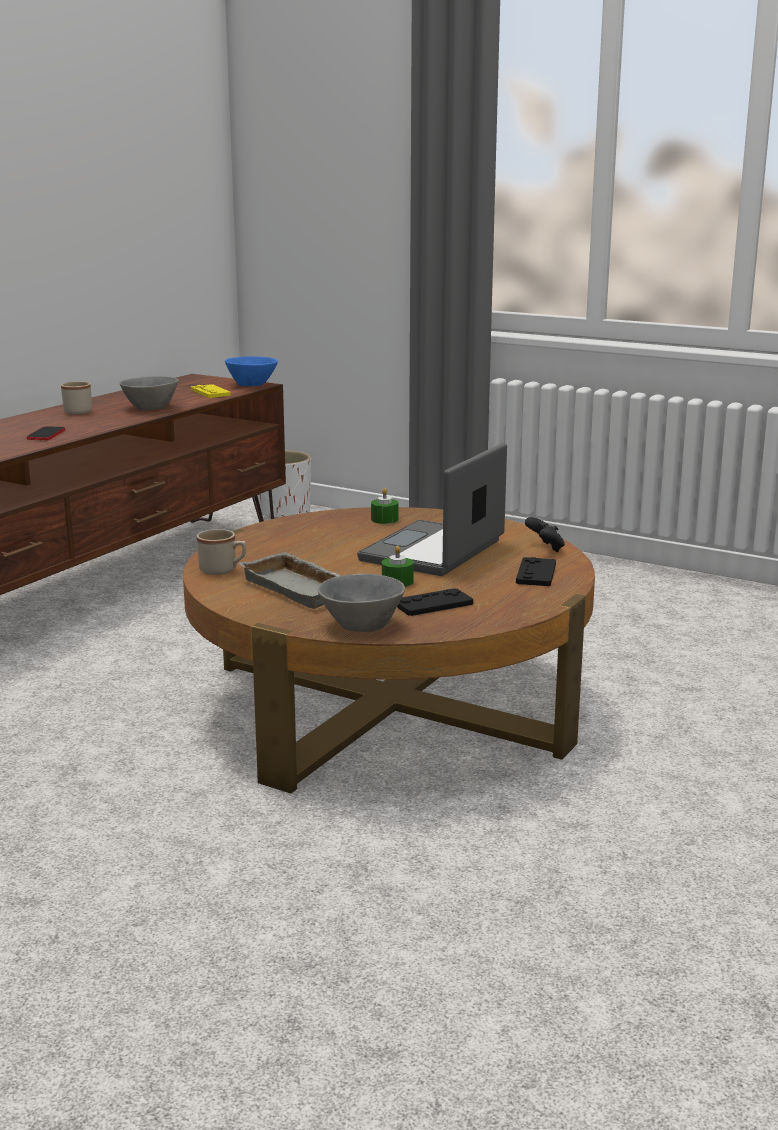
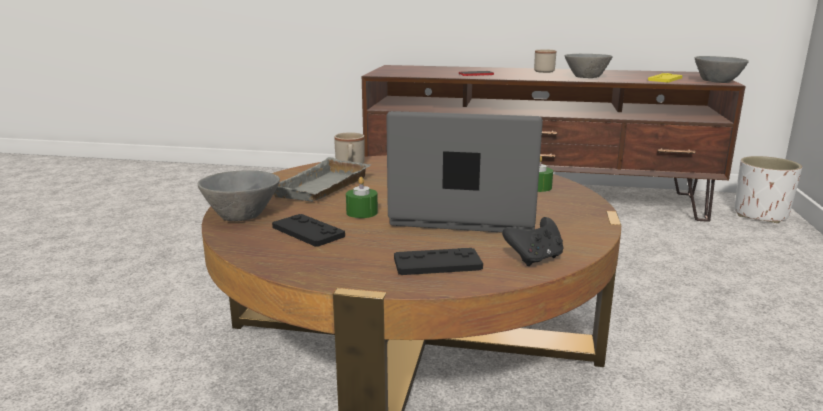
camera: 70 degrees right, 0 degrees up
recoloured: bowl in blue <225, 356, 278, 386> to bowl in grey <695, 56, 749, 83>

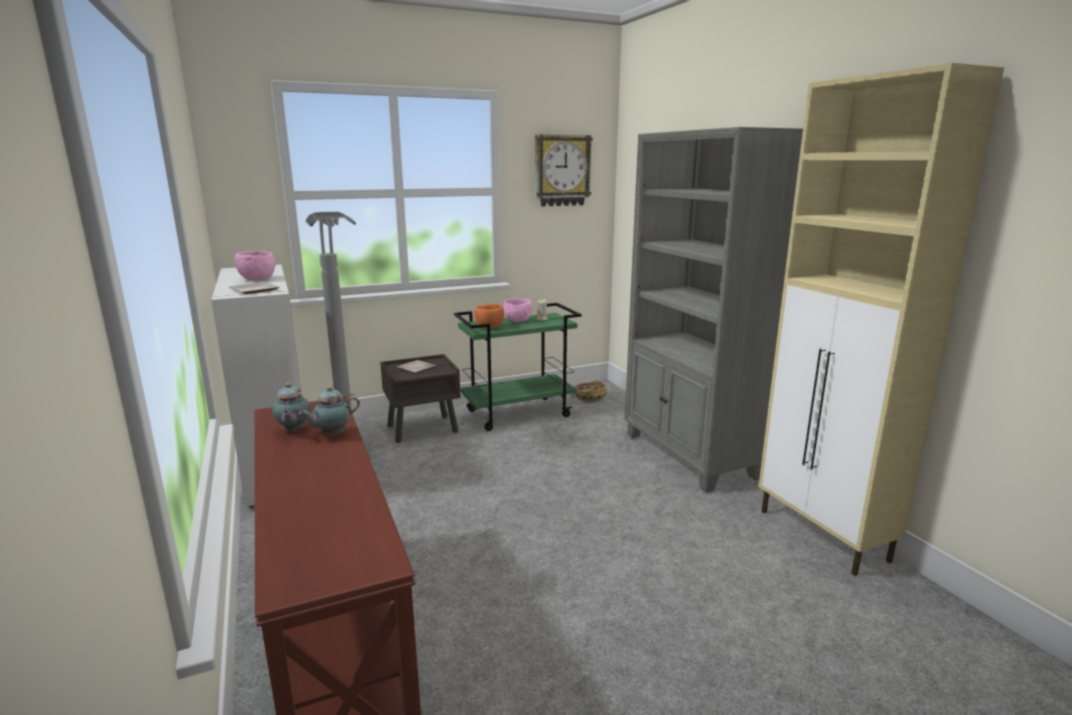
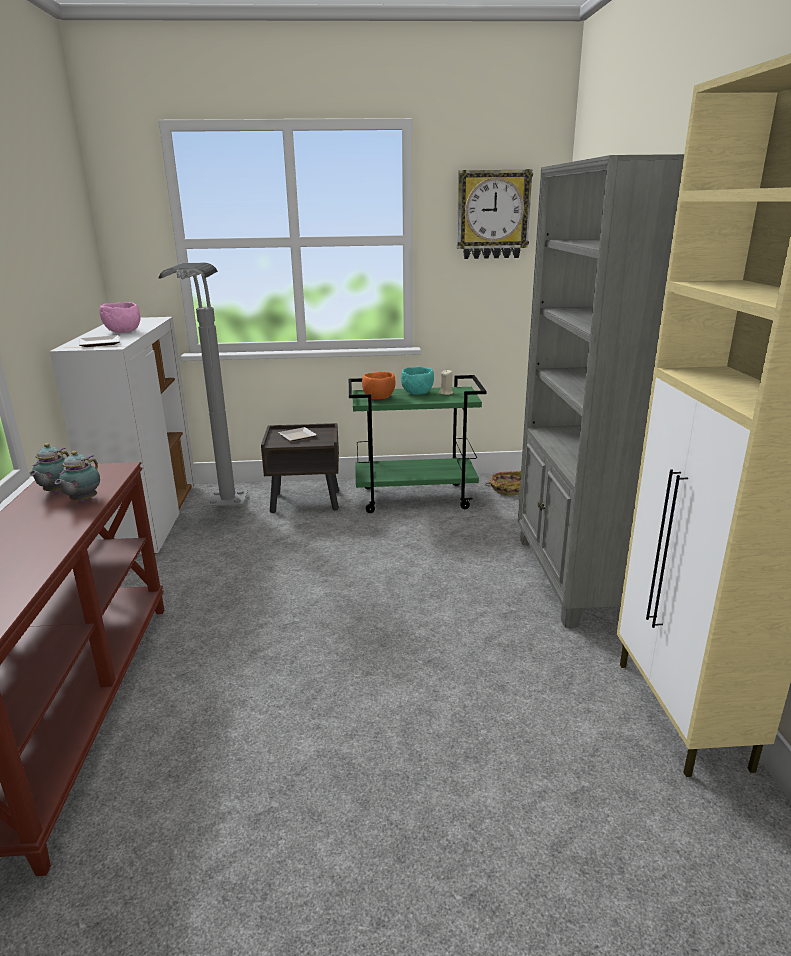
camera: 20 degrees right, 5 degrees up
recoloured: bowl in pink <503, 298, 532, 322> to bowl in turquoise <401, 367, 434, 395>
turned: teapot <299, 386, 360, 436> = <55, 451, 100, 502> 60 degrees counterclockwise

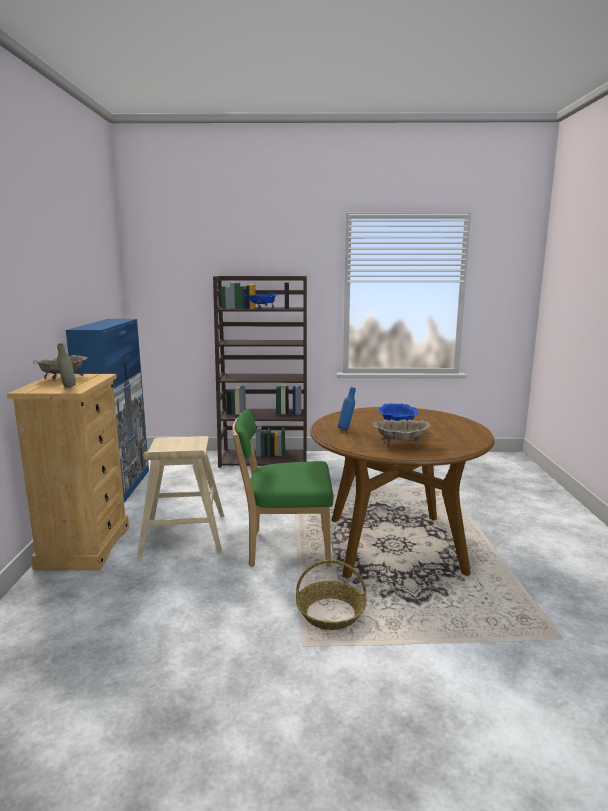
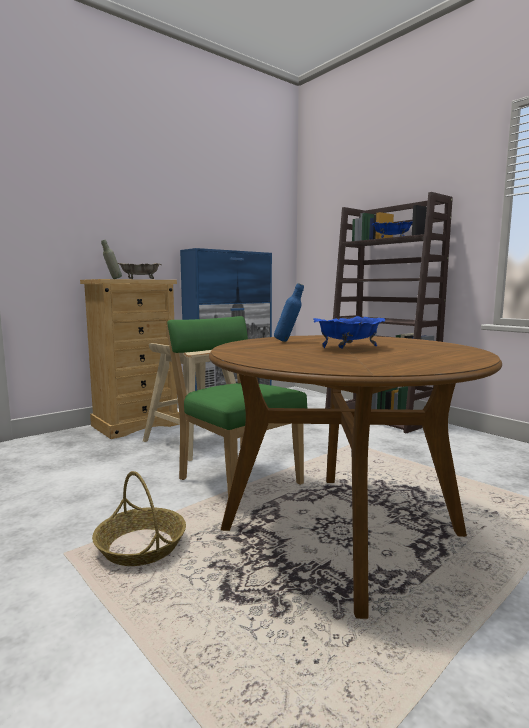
camera: 50 degrees right, 5 degrees down
removed: bowl in beige <373, 419, 431, 448>

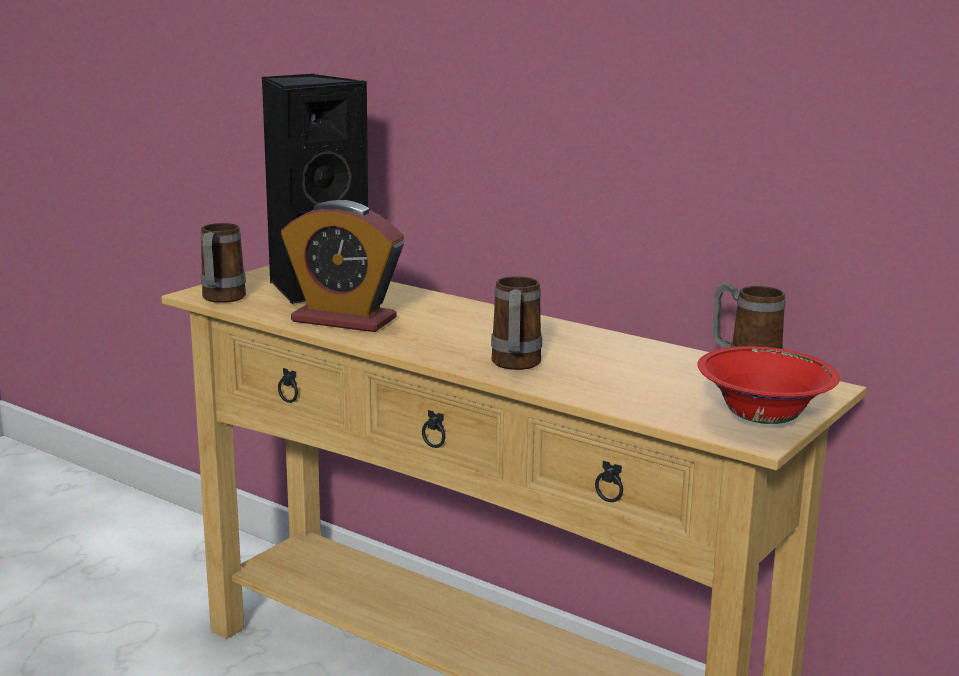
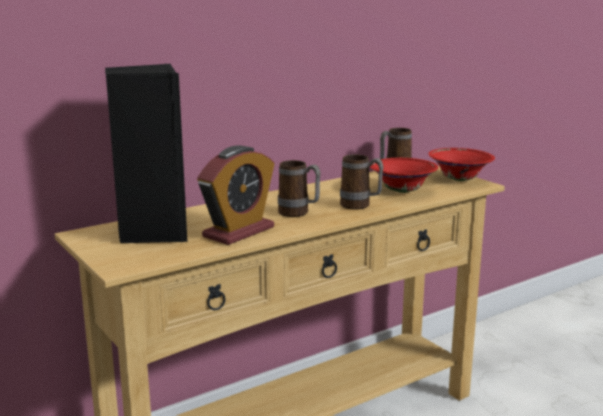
camera: 70 degrees left, 0 degrees up
added: bowl in red <370, 158, 439, 193>
moved: mug <201, 223, 246, 303> to <278, 160, 321, 217>

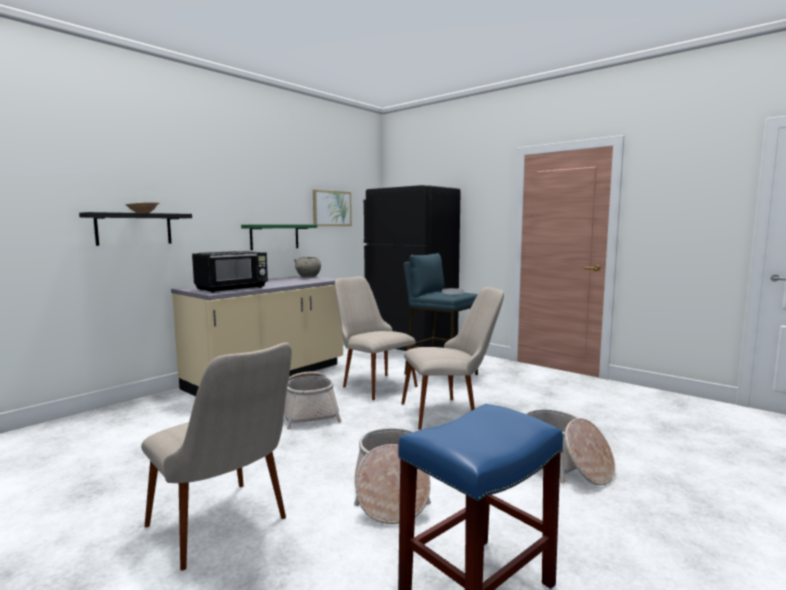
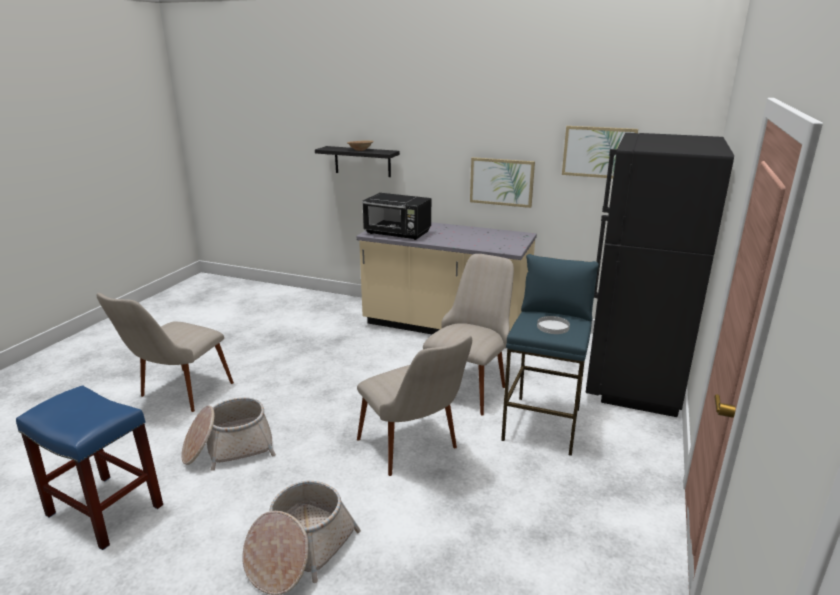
camera: 70 degrees right, 15 degrees up
removed: basket <284, 371, 342, 430>; bowl in grey <294, 257, 321, 278>
replaced: shelf in green <241, 225, 317, 250> to picture <470, 157, 535, 208>

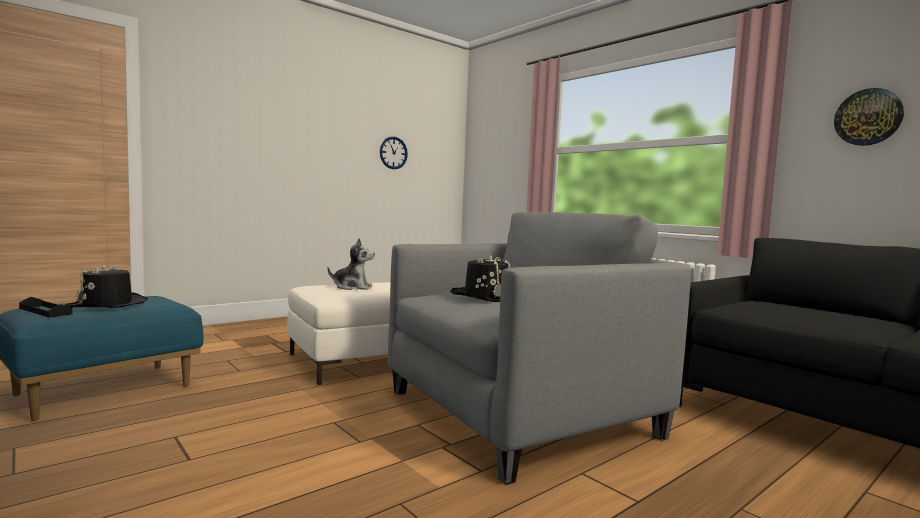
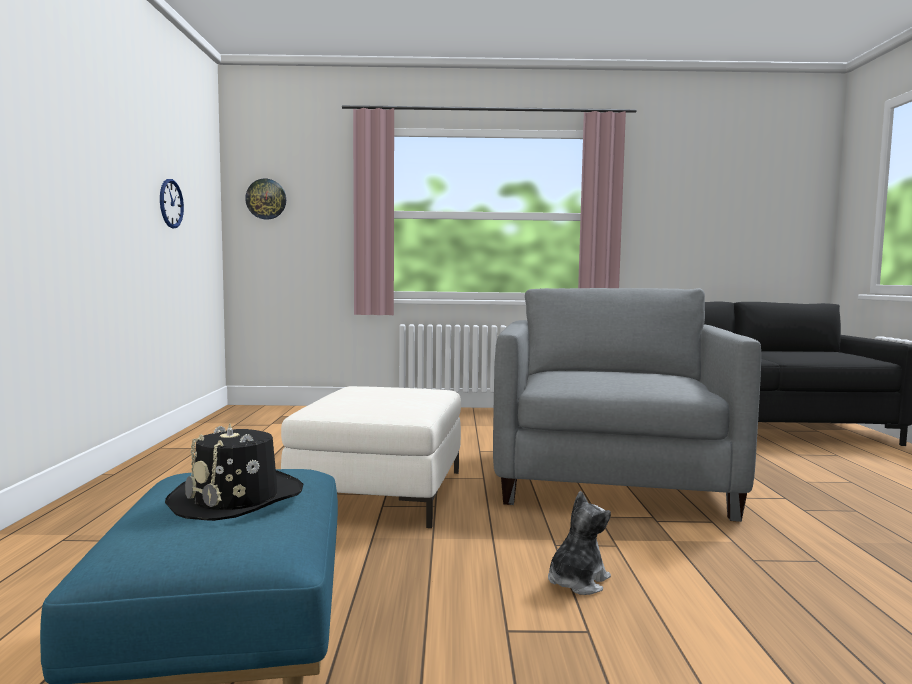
camera: 50 degrees left, 0 degrees up
removed: tray in black <19, 297, 73, 317>; hat in black <450, 254, 510, 302>
moved: plush toy <328, 238, 375, 290> to <548, 491, 611, 595>; wall clock <834, 88, 904, 146> to <245, 179, 286, 220>

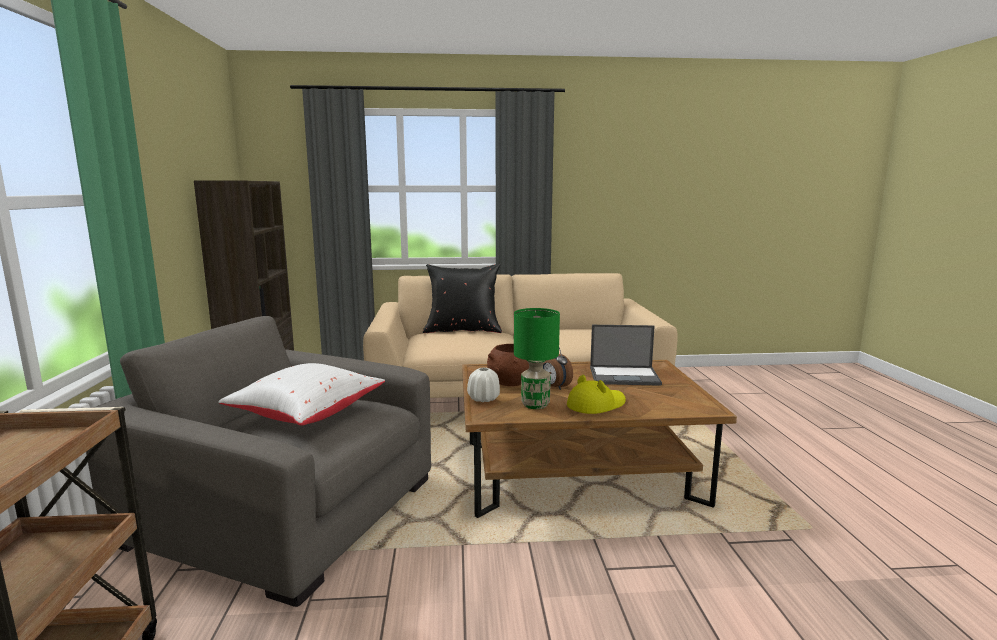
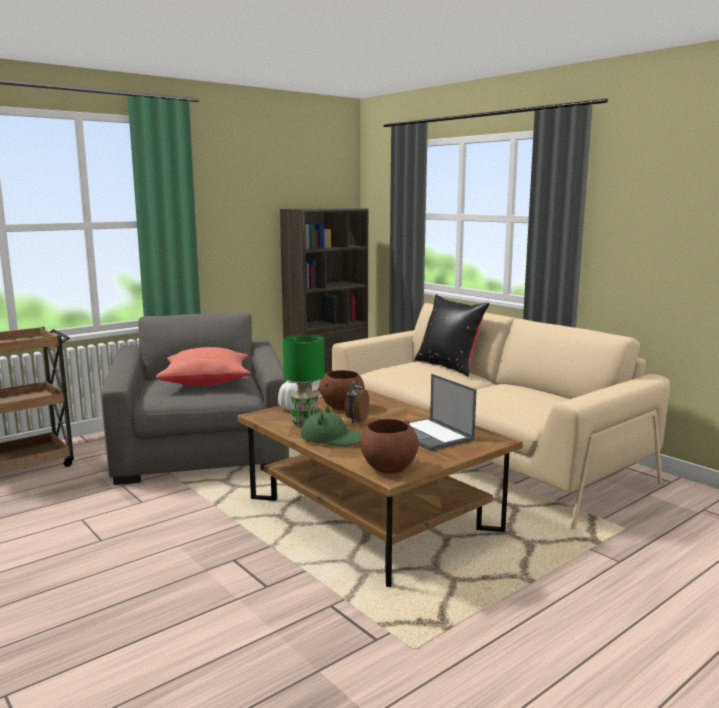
camera: 55 degrees right, 0 degrees up
added: bowl in brown <360, 419, 419, 474>
recoloured: pillow in white <218, 363, 385, 426> to pillow in red <156, 347, 250, 386>; hat in yellow <567, 375, 626, 414> to hat in green <301, 406, 362, 446>

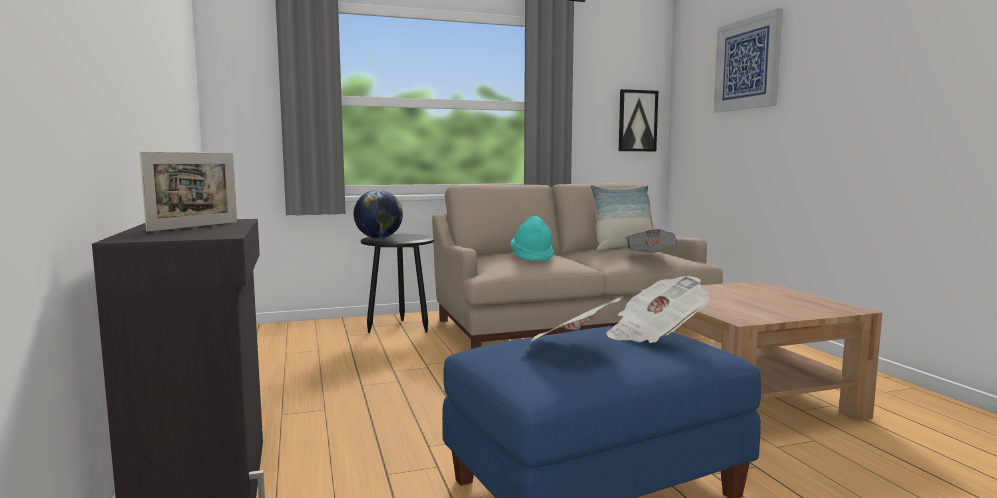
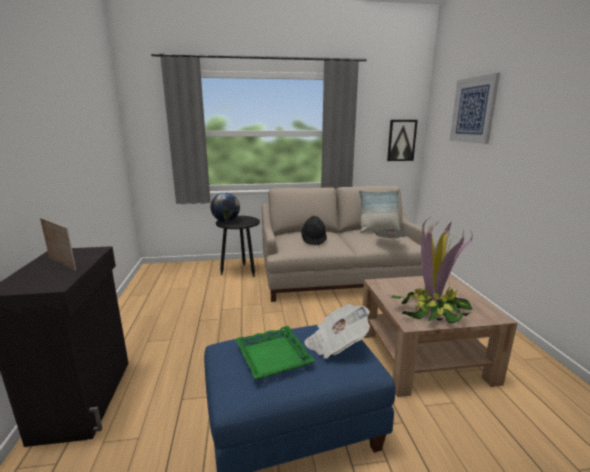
camera: 10 degrees right, 10 degrees up
added: potted plant <391, 217, 473, 323>
replaced: newspaper <523, 296, 624, 346> to tray in green <235, 326, 315, 379>
recoloured: hat in turquoise <510, 216, 554, 261> to hat in black <301, 216, 327, 245>
turned: picture frame <140, 151, 237, 232> = <40, 217, 76, 271> 90 degrees counterclockwise

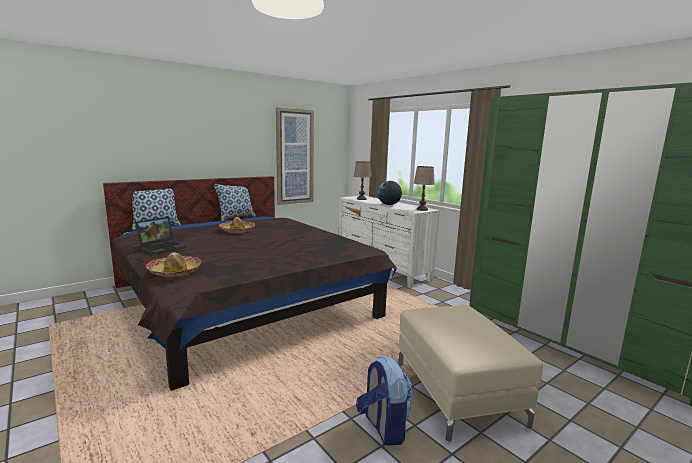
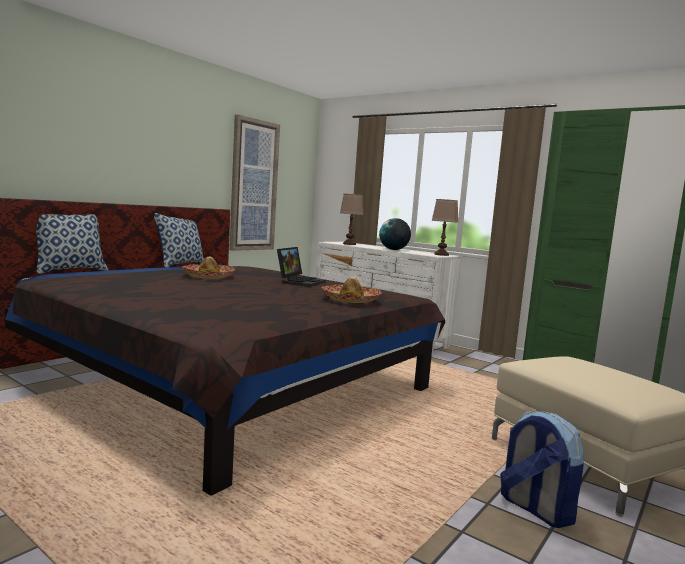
camera: 15 degrees left, 5 degrees down
moved: laptop <135, 217, 187, 255> to <277, 247, 326, 287>; hat <146, 252, 202, 277> to <322, 277, 381, 303>

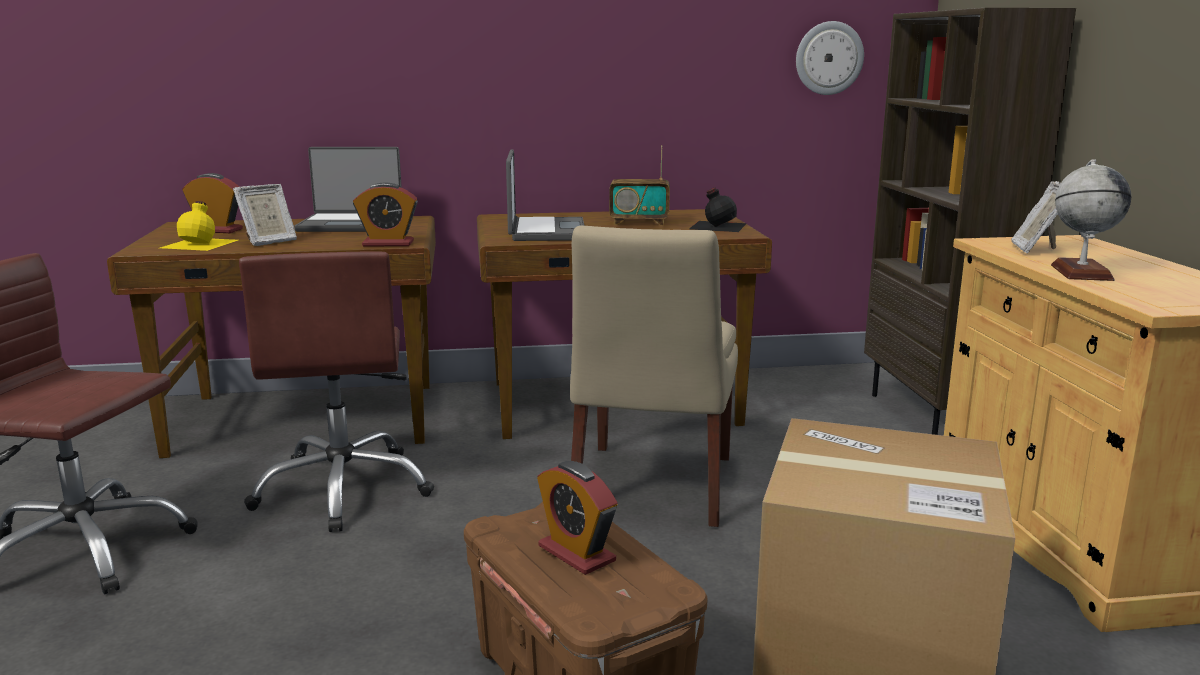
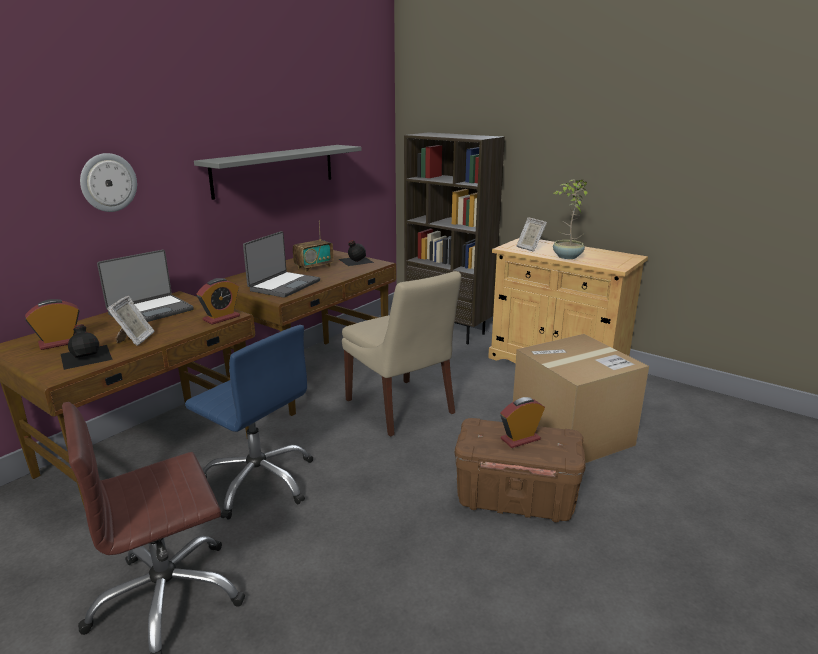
camera: 45 degrees left, 5 degrees up
added: shelf in grey <194, 145, 361, 200>
moved: wall clock <796, 21, 864, 95> to <80, 153, 137, 212>
replaced: globe <1051, 159, 1131, 281> to potted plant <553, 180, 587, 259>
recoloured: bottle in yellow <160, 201, 238, 251> to bottle in black <61, 324, 113, 370>; office chair in brown <239, 252, 434, 532> to office chair in blue <185, 325, 313, 520>
turned: laptop <506, 149, 584, 241> = <243, 231, 320, 298> 75 degrees clockwise; alarm clock <537, 461, 618, 575> = <500, 397, 545, 448> 150 degrees clockwise

